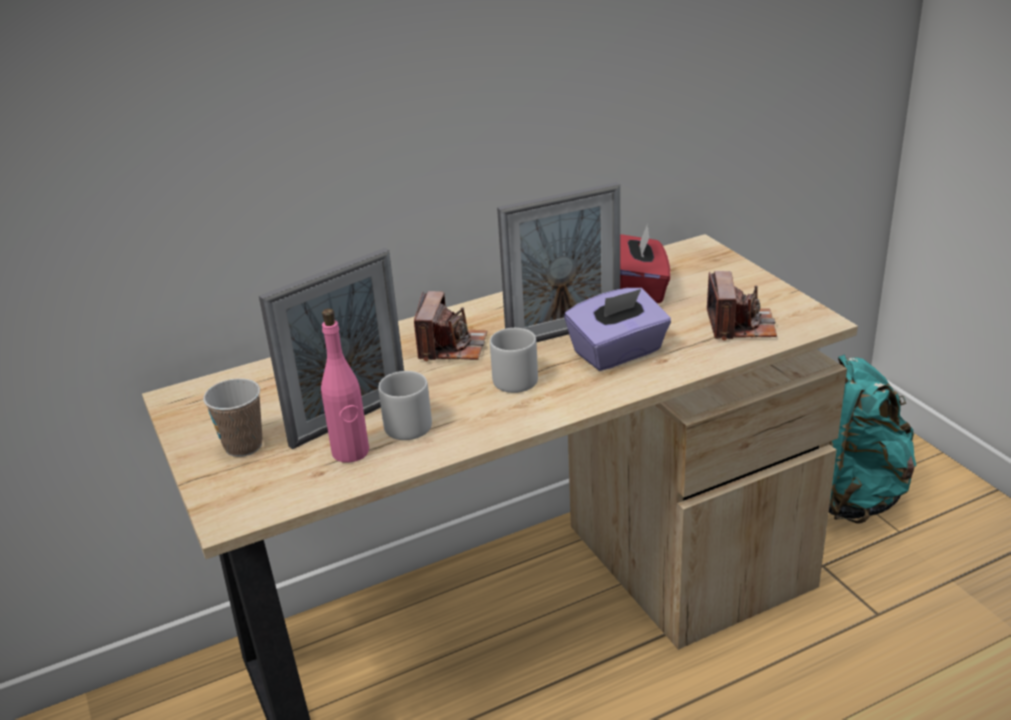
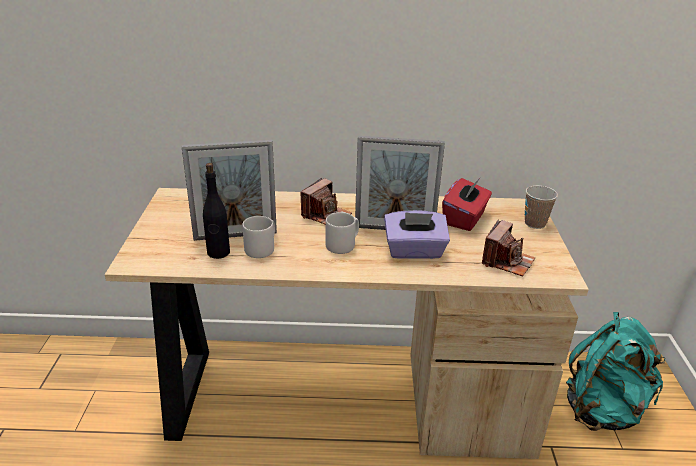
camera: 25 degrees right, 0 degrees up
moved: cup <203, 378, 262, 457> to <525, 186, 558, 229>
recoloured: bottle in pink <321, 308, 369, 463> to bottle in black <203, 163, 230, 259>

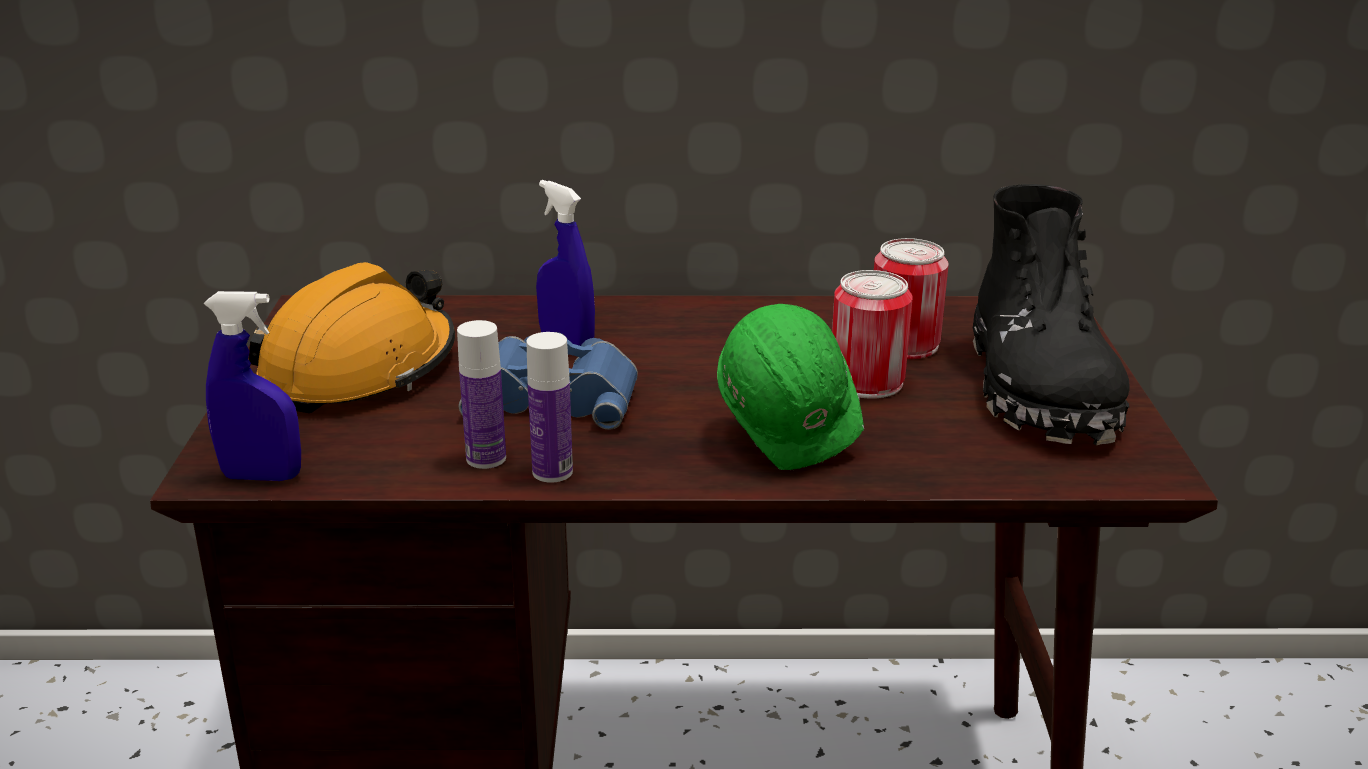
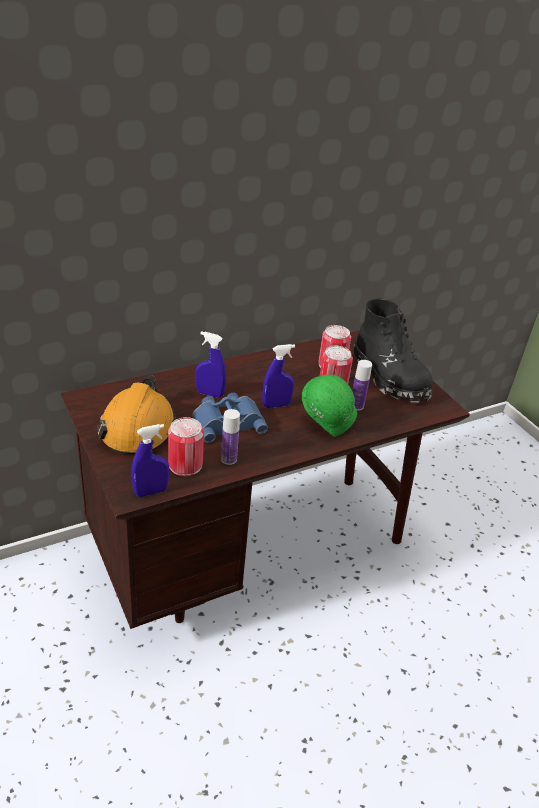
camera: 30 degrees left, 10 degrees up
added: can <168, 417, 204, 476>; spray bottle in blue <262, 344, 295, 408>
moved: bottle <526, 332, 573, 483> to <352, 360, 372, 411>

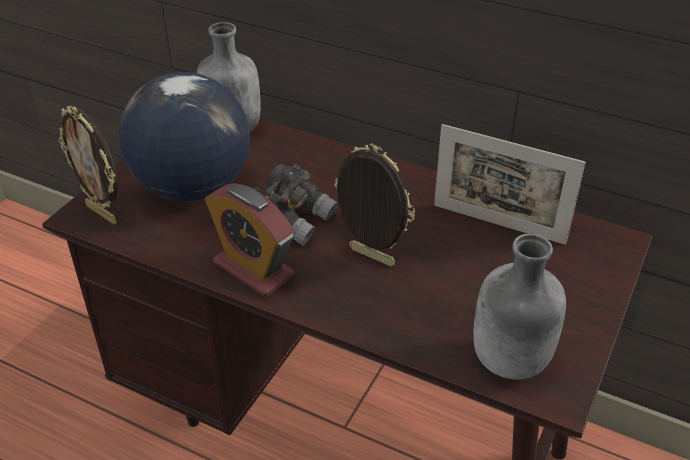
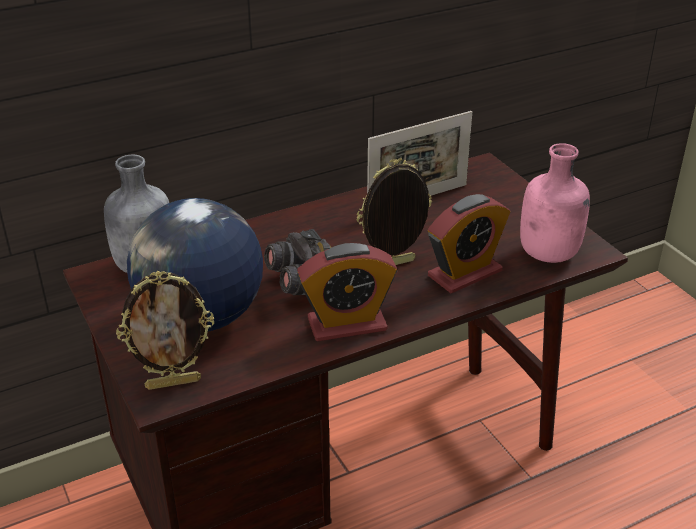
camera: 55 degrees left, 5 degrees down
added: alarm clock <428, 194, 510, 293>
recoloured: bottle in grey <473, 234, 566, 380> to bottle in pink <520, 143, 590, 263>

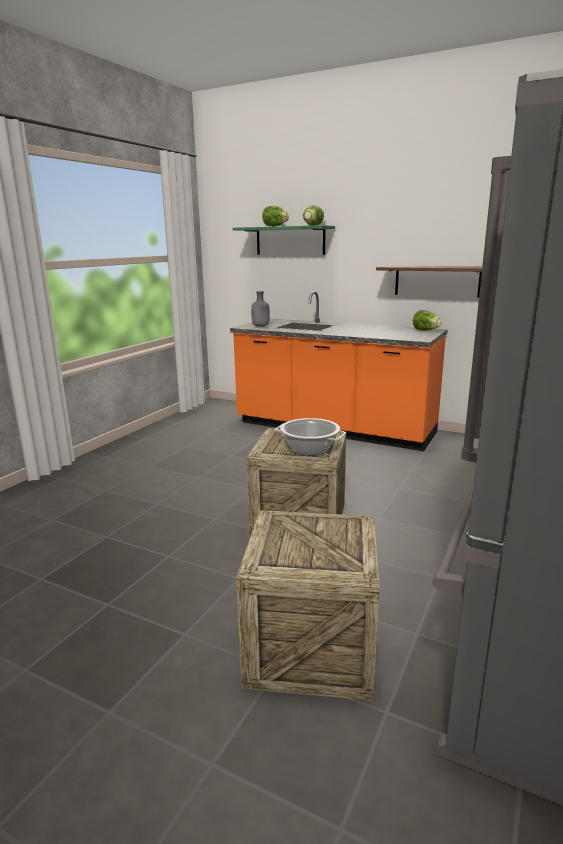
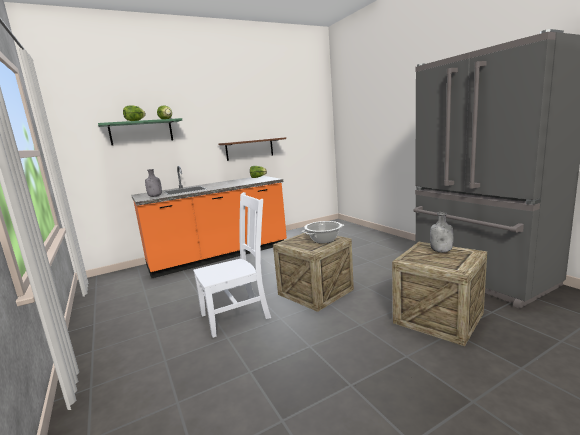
camera: 55 degrees left, 5 degrees down
added: chair in white <193, 192, 271, 338>; bottle in grey <430, 212, 454, 253>

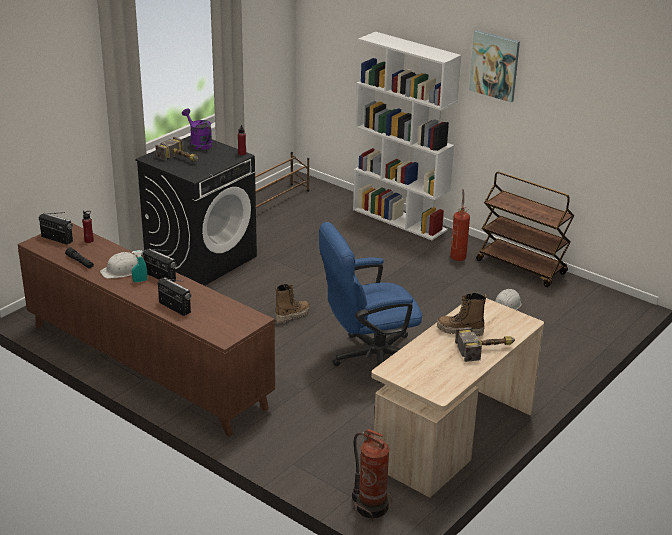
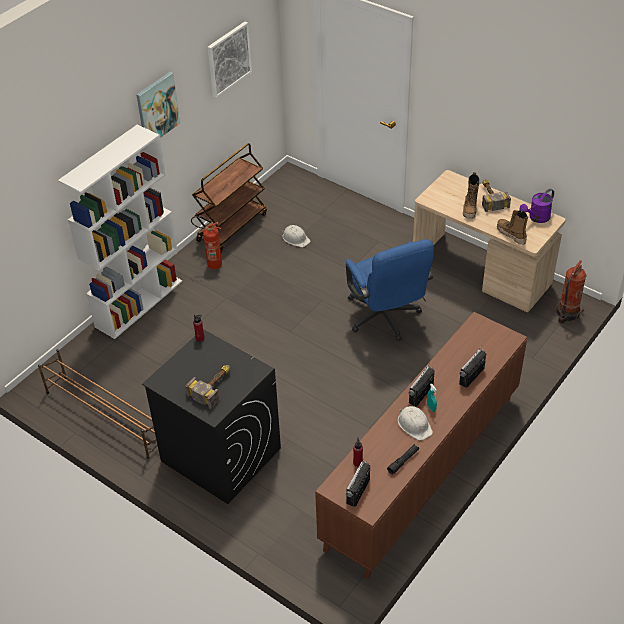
camera: 90 degrees left, 15 degrees up
added: picture <208, 22, 252, 98>
moved: watering can in purple <182, 108, 212, 150> to <520, 189, 554, 223>; boot <275, 284, 309, 323> to <497, 210, 528, 245>

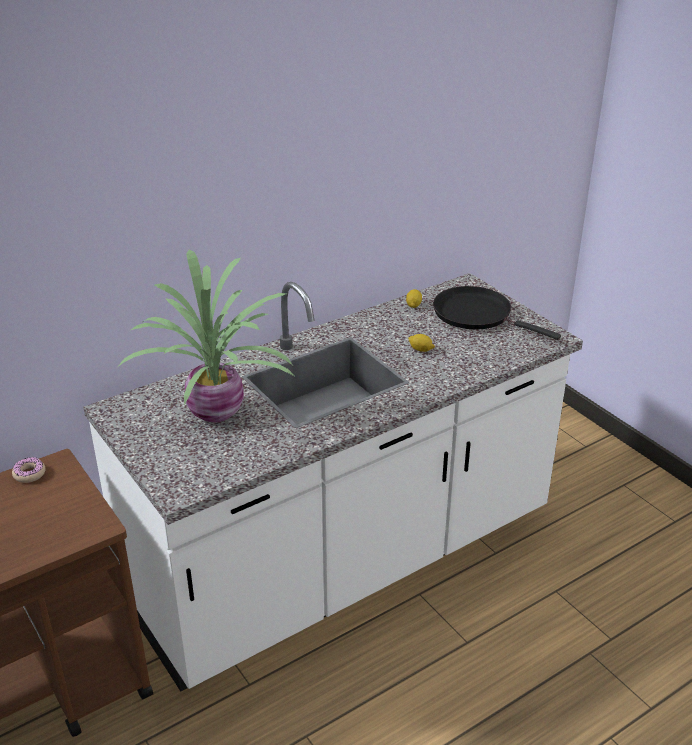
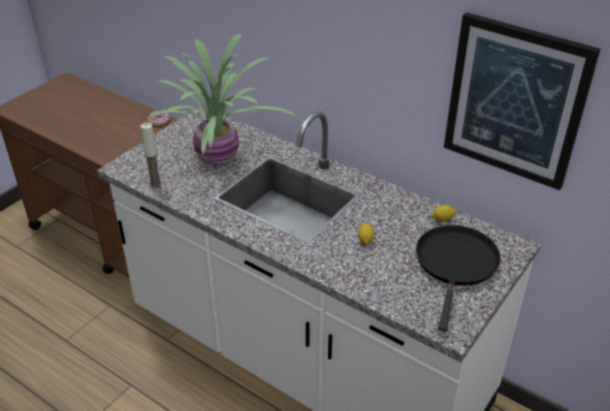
camera: 70 degrees right, 5 degrees up
added: candle <140, 122, 162, 188>; picture <444, 12, 600, 190>

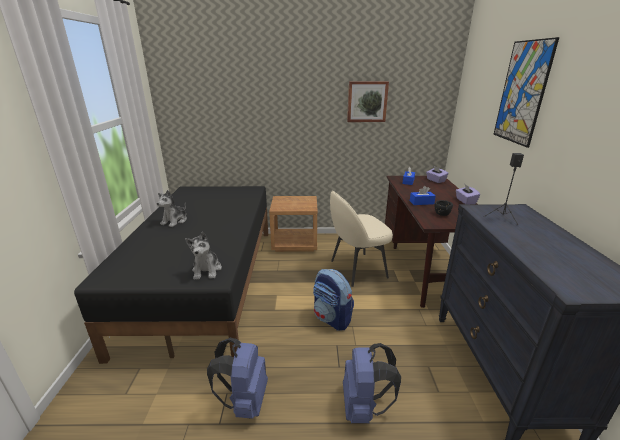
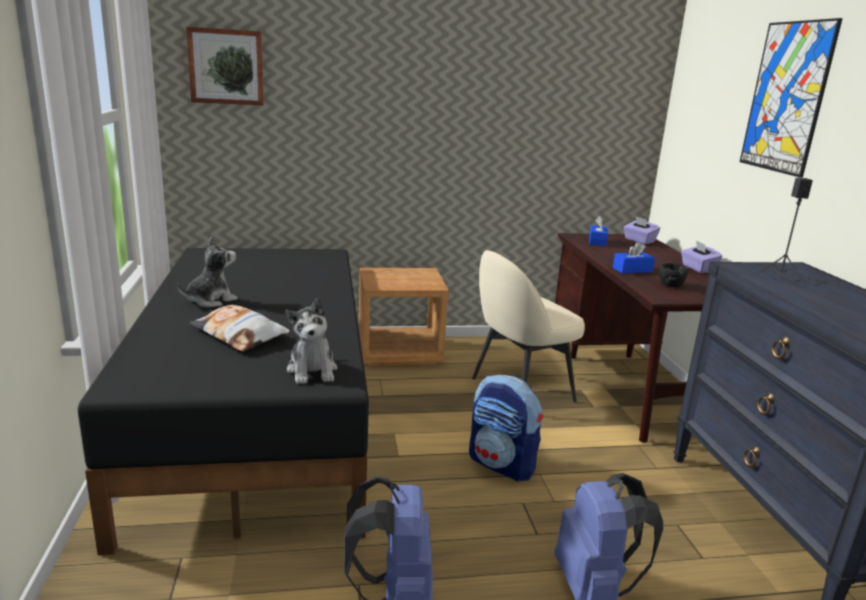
camera: 10 degrees left, 5 degrees down
added: pillow <189, 305, 290, 351>
moved: picture <347, 81, 389, 122> to <186, 27, 264, 105>
turned: plush toy <157, 190, 187, 227> = <177, 238, 238, 307> 150 degrees counterclockwise

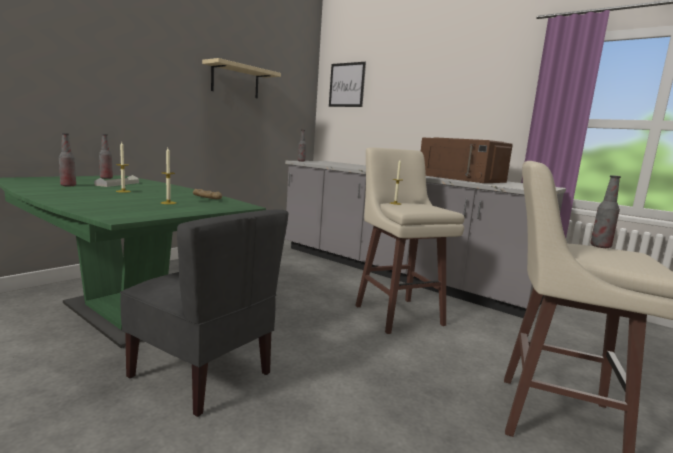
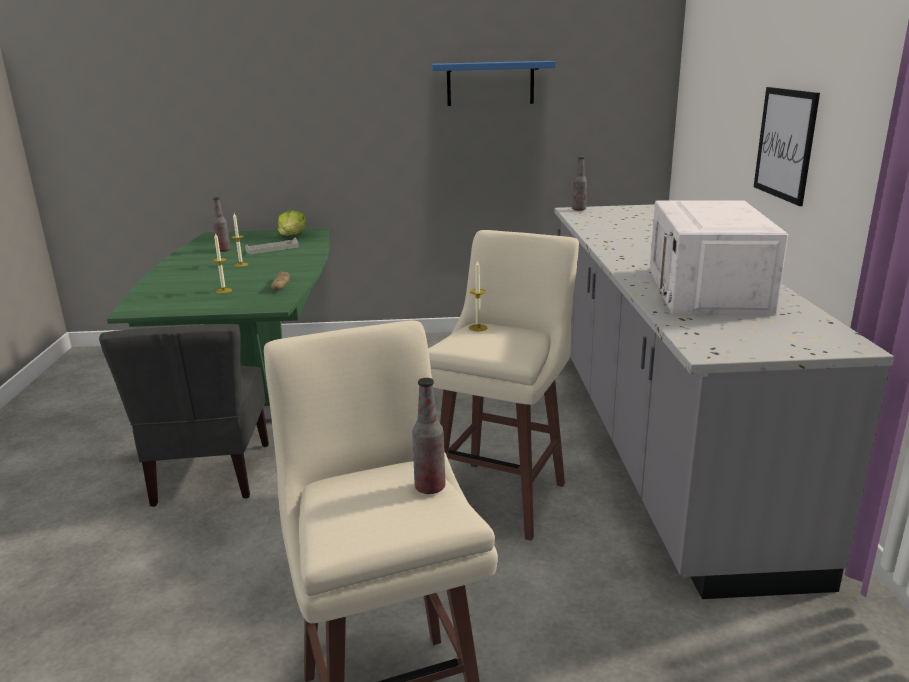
camera: 50 degrees right, 10 degrees up
moved: picture <329, 62, 366, 107> to <754, 87, 820, 206>
replaced: bottle <99, 134, 113, 179> to lettuce <278, 210, 306, 236>
recoloured: shelf in beige <202, 58, 281, 98> to shelf in blue <431, 61, 556, 106>; microwave in brown <421, 137, 513, 183> to microwave in white <650, 200, 788, 316>

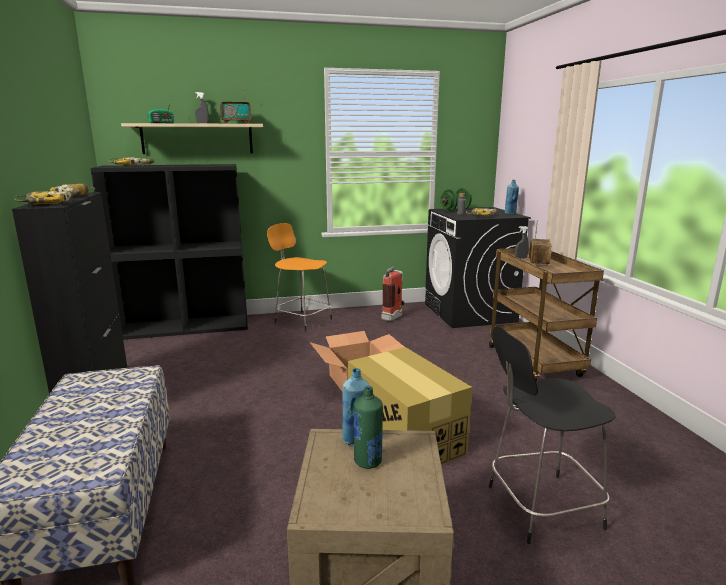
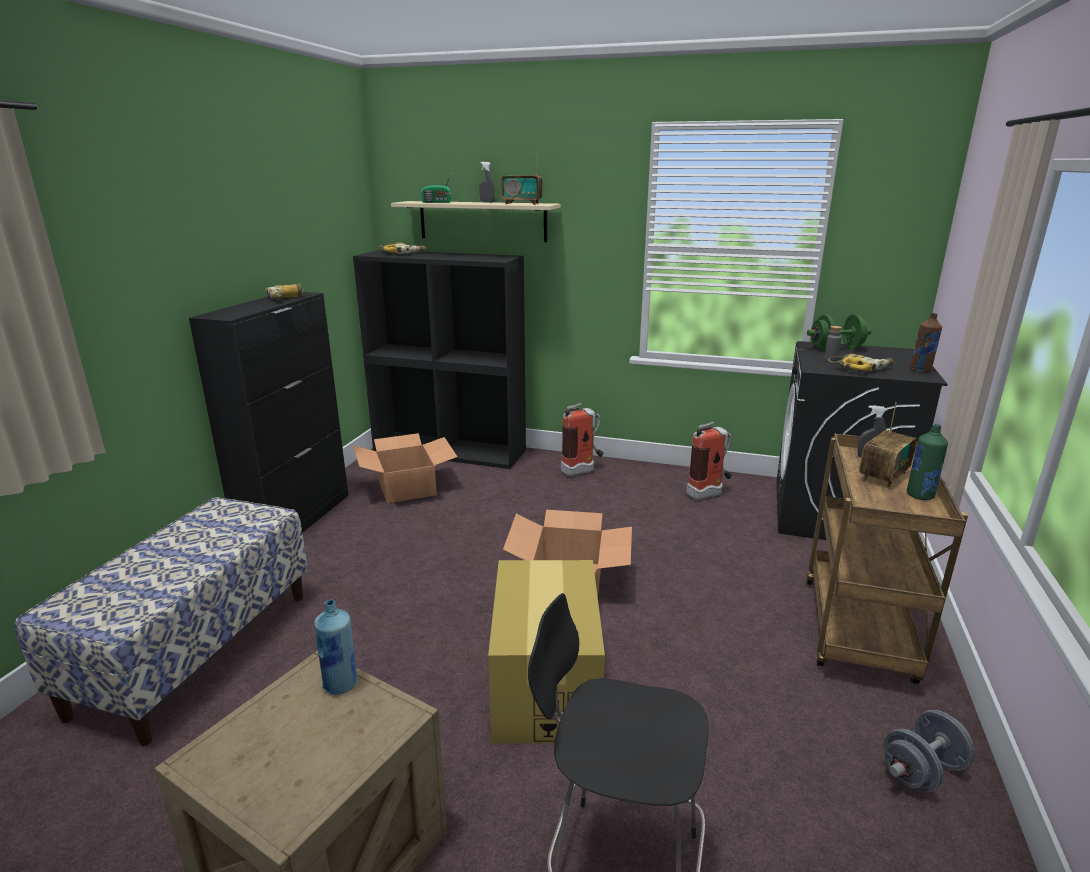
camera: 30 degrees right, 5 degrees up
removed: power drill <14, 191, 74, 205>
added: cardboard box <353, 433, 457, 503>; dumbbell in grey <883, 710, 975, 792>
moved: bottle in green <354, 386, 383, 469> to <906, 424, 948, 500>
replaced: stool in orange <267, 223, 332, 332> to fire extinguisher <561, 403, 604, 476>
recoloured: bottle in blue <505, 180, 519, 214> to bottle in brown <910, 313, 942, 373>

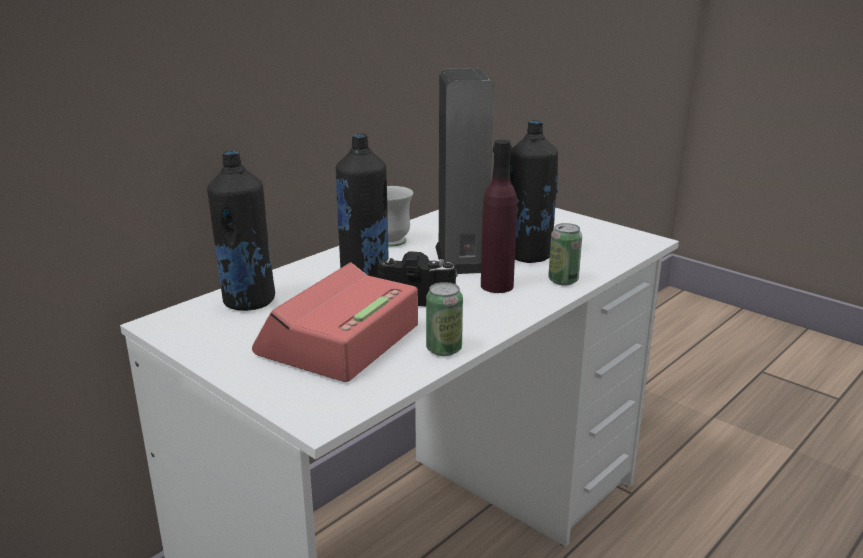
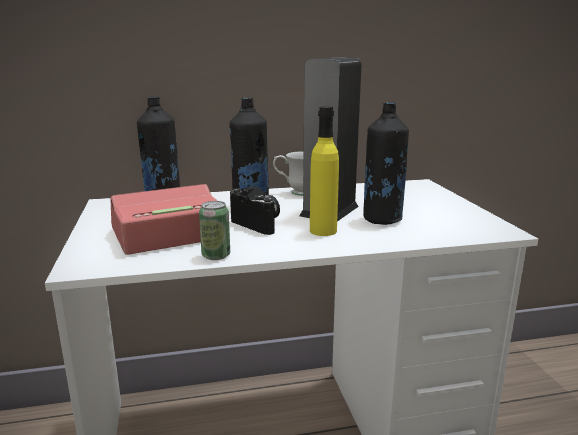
camera: 35 degrees right, 5 degrees down
removed: can <548, 223, 582, 285>
recoloured: bottle in purple <481, 140, 517, 293> to bottle in yellow <310, 106, 339, 236>

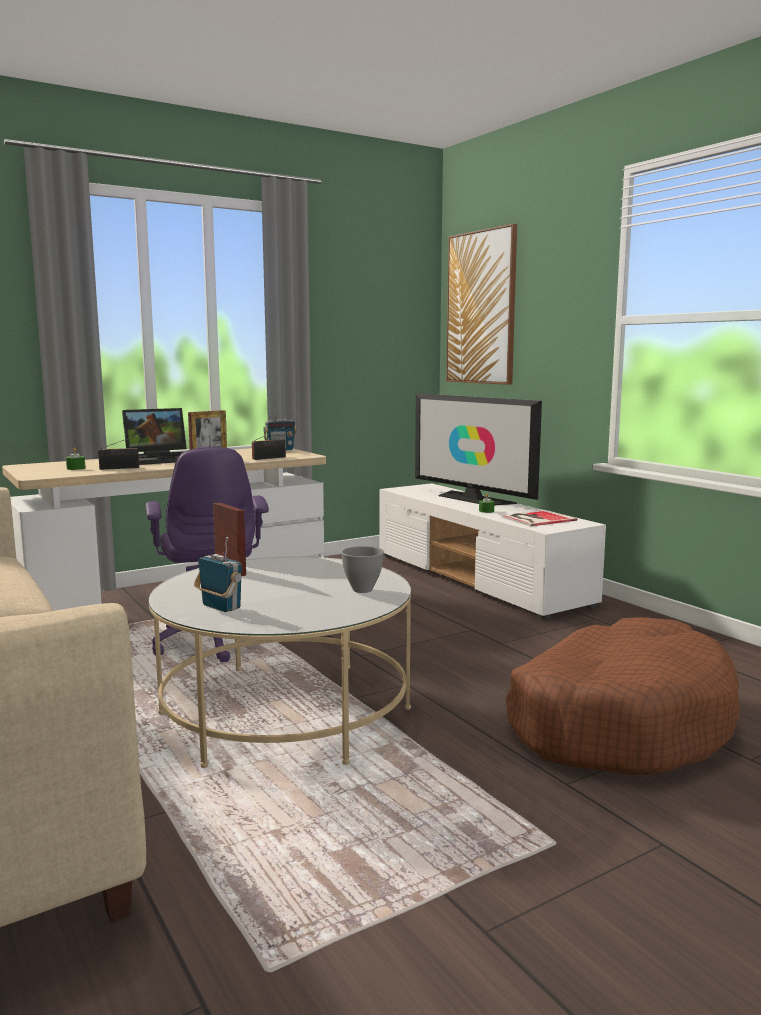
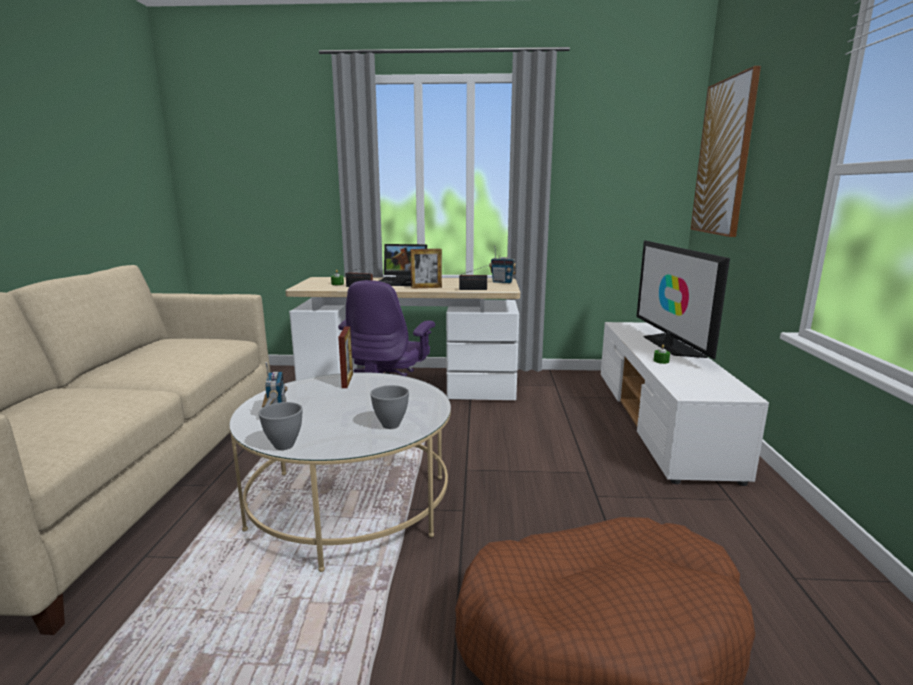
camera: 35 degrees right, 5 degrees up
removed: book <501, 510, 577, 526>
added: bowl in grey <259, 402, 303, 450>

